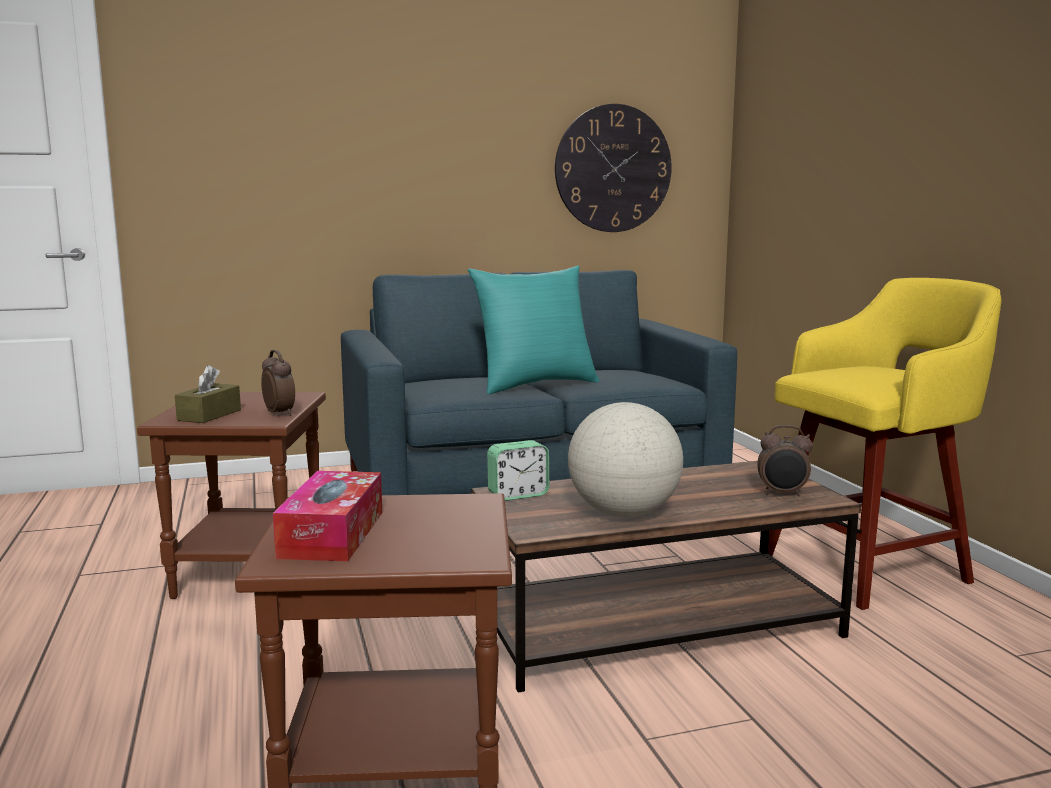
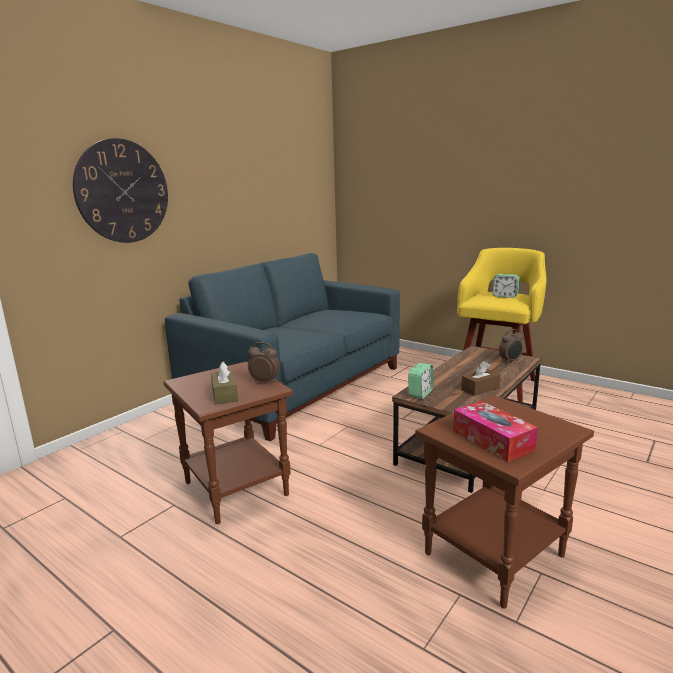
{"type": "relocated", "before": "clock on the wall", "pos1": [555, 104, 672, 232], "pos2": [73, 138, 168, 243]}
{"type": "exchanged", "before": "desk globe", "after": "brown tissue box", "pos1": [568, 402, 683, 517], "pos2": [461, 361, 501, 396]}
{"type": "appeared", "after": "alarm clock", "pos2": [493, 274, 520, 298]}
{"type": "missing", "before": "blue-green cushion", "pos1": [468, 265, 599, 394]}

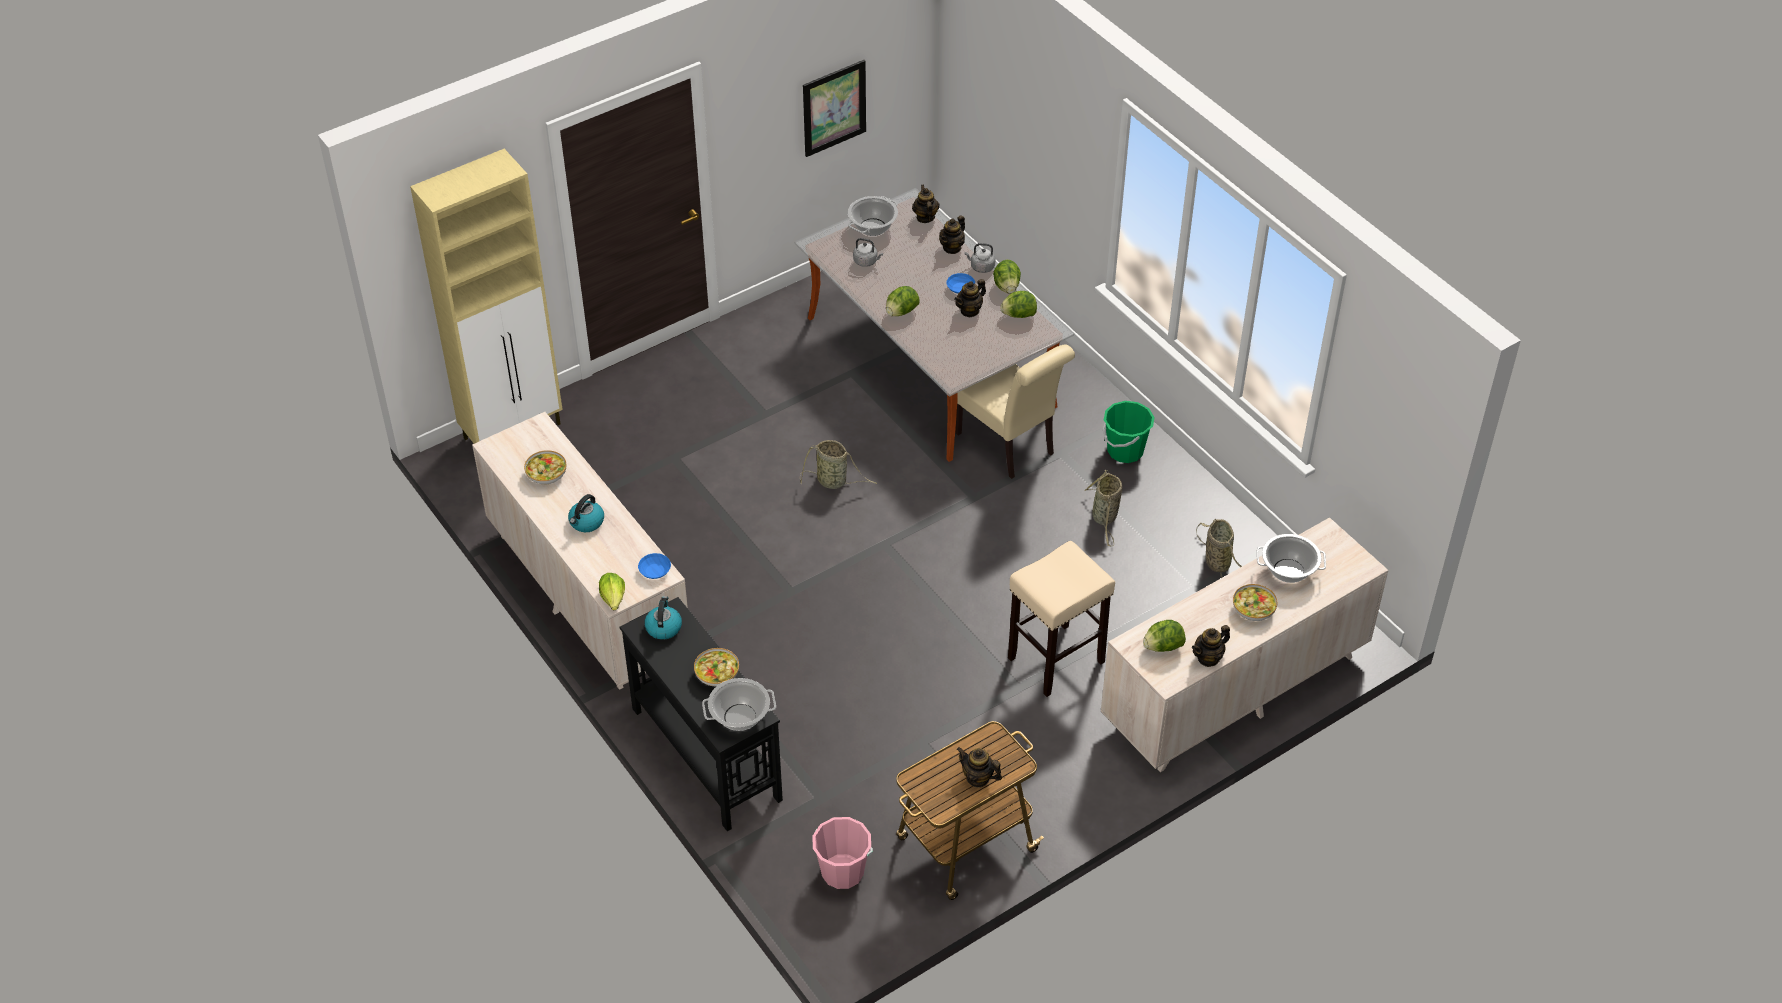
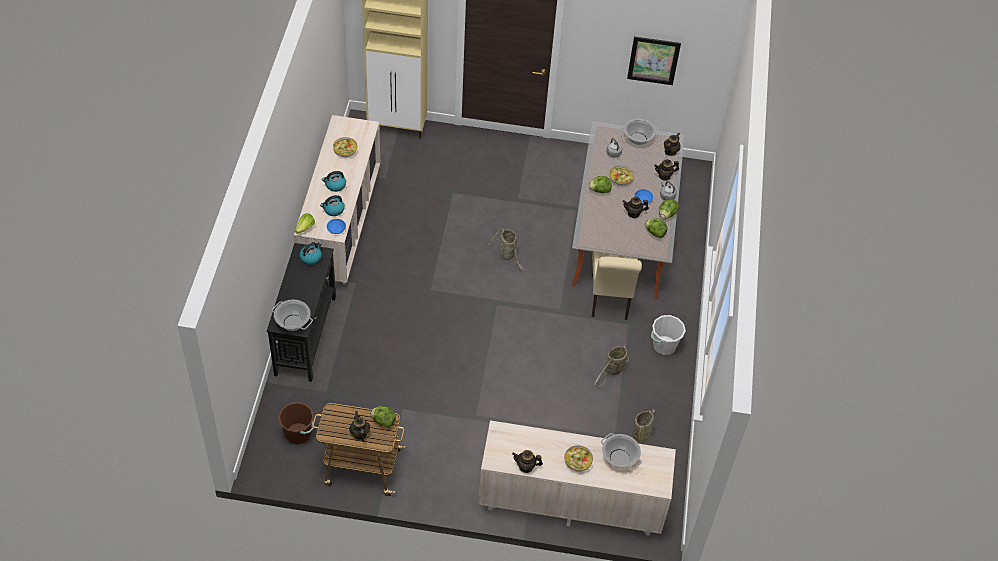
{"type": "colour", "before": "pinkish pail", "after": "brown pail", "pos1": [813, 817, 873, 889], "pos2": [278, 402, 314, 444]}
{"type": "appeared", "after": "tea kettle", "pos2": [320, 195, 345, 216]}
{"type": "relocated", "before": "head of lettuce", "pos1": [1143, 620, 1186, 652], "pos2": [370, 406, 396, 428]}
{"type": "relocated", "before": "serving bowl", "pos1": [694, 648, 739, 686], "pos2": [610, 165, 634, 185]}
{"type": "colour", "before": "greenish pail", "after": "white pail", "pos1": [1103, 401, 1154, 463], "pos2": [651, 315, 686, 355]}
{"type": "missing", "before": "beige stool", "pos1": [1008, 541, 1115, 697]}

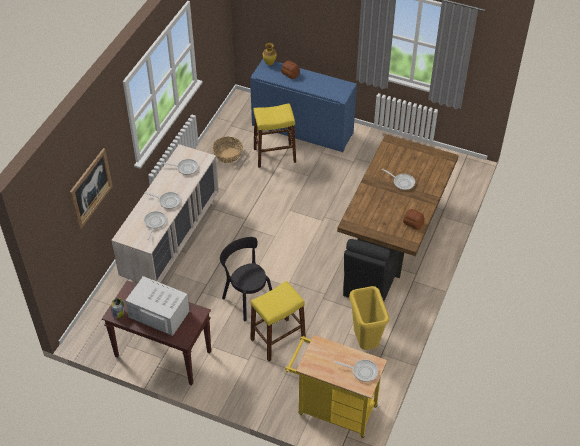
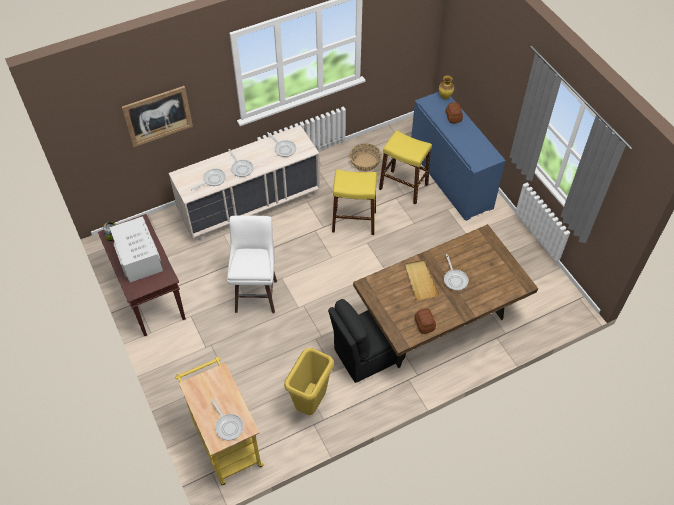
{"type": "exchanged", "before": "black-coloured chair", "after": "white stool", "pos1": [220, 237, 272, 321], "pos2": [227, 215, 277, 313]}
{"type": "relocated", "before": "yellow stool", "pos1": [250, 281, 306, 361], "pos2": [332, 169, 377, 235]}
{"type": "appeared", "after": "beige tray", "pos2": [405, 259, 439, 300]}

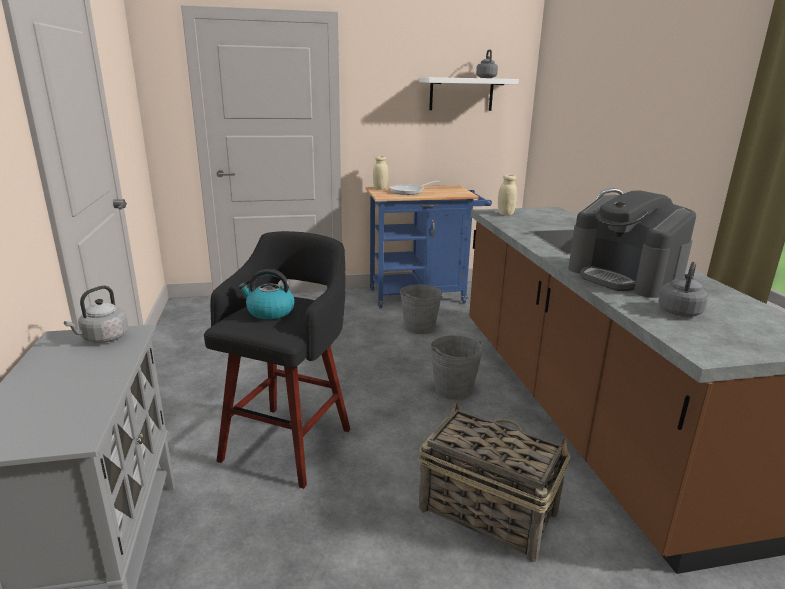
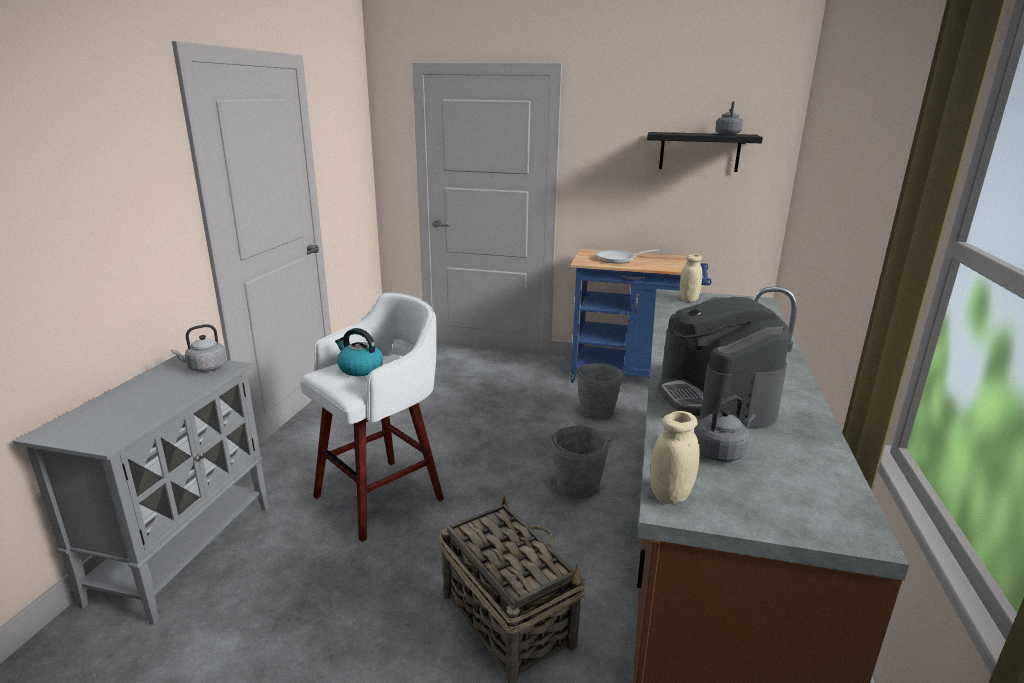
{"type": "colour", "before": "black-coloured stool", "after": "white stool", "pos1": [204, 231, 350, 489], "pos2": [300, 293, 444, 542]}
{"type": "colour", "before": "white shelf", "after": "black-coloured shelf", "pos1": [419, 77, 519, 111], "pos2": [647, 132, 763, 172]}
{"type": "relocated", "before": "beige jar", "pos1": [373, 156, 389, 190], "pos2": [650, 411, 699, 504]}

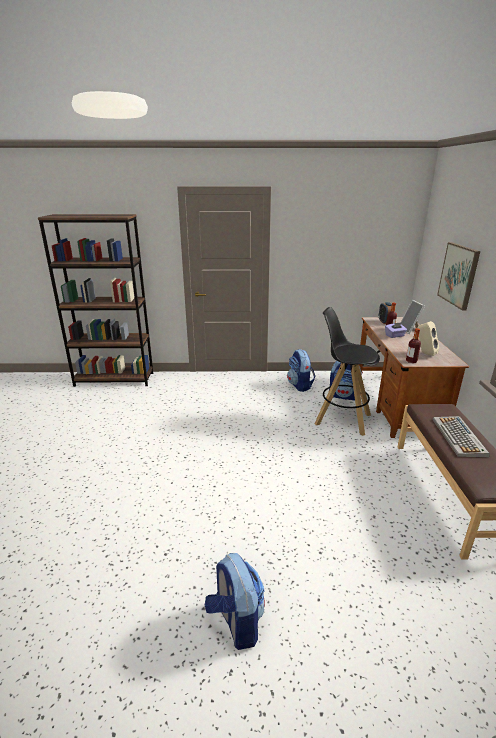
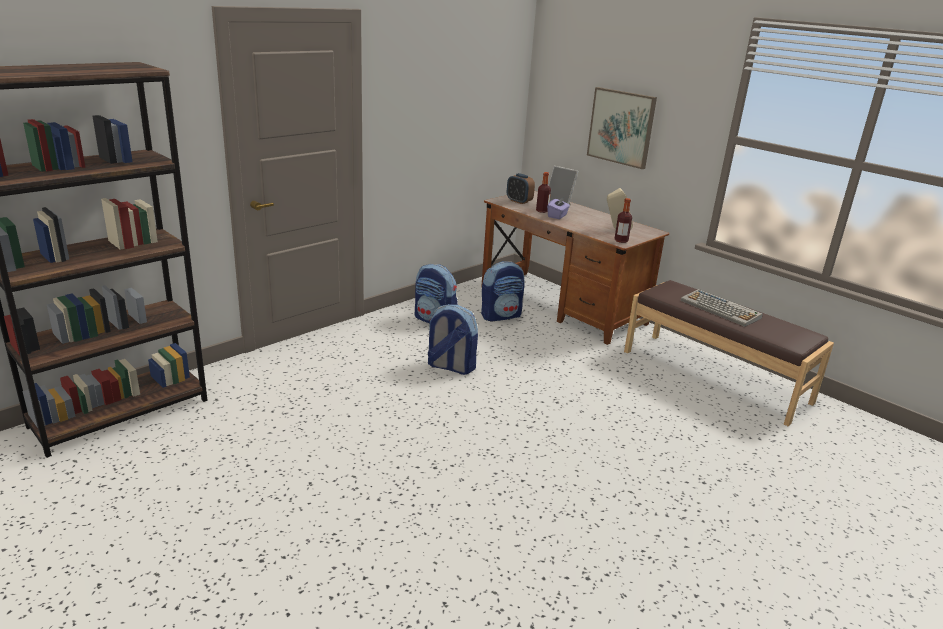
{"type": "relocated", "before": "rucksack", "pos1": [205, 553, 265, 650], "pos2": [428, 304, 478, 375]}
{"type": "missing", "before": "black-coloured stool", "pos1": [314, 307, 380, 436]}

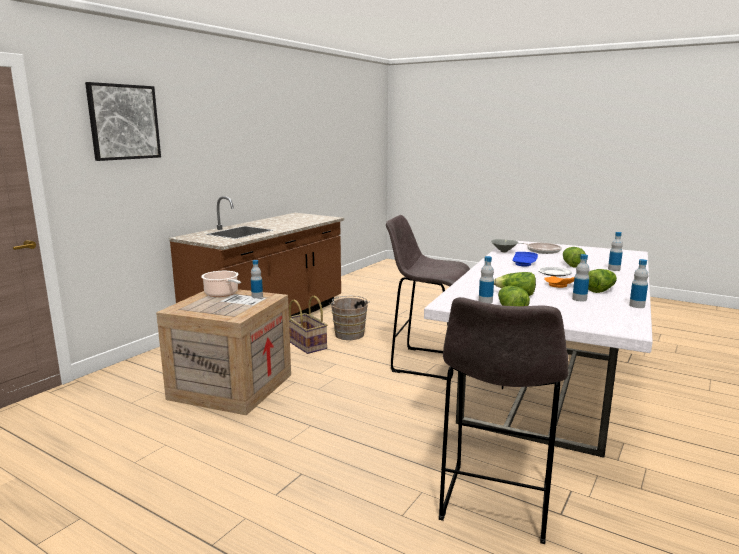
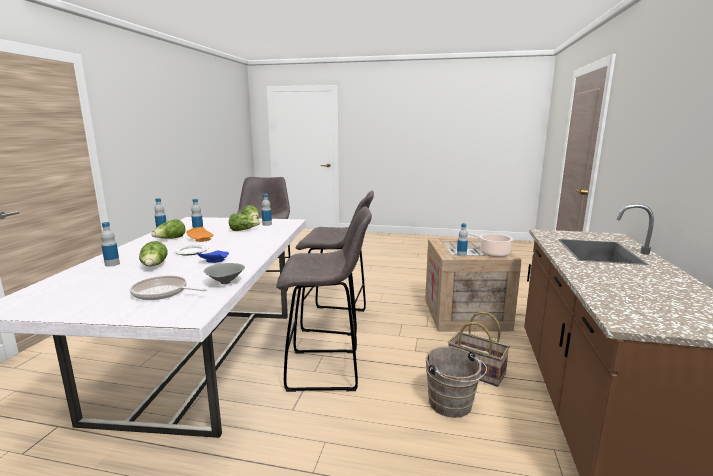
{"type": "appeared", "after": "greyish stool", "pos2": [296, 190, 374, 336]}
{"type": "missing", "before": "picture", "pos1": [85, 82, 161, 161]}

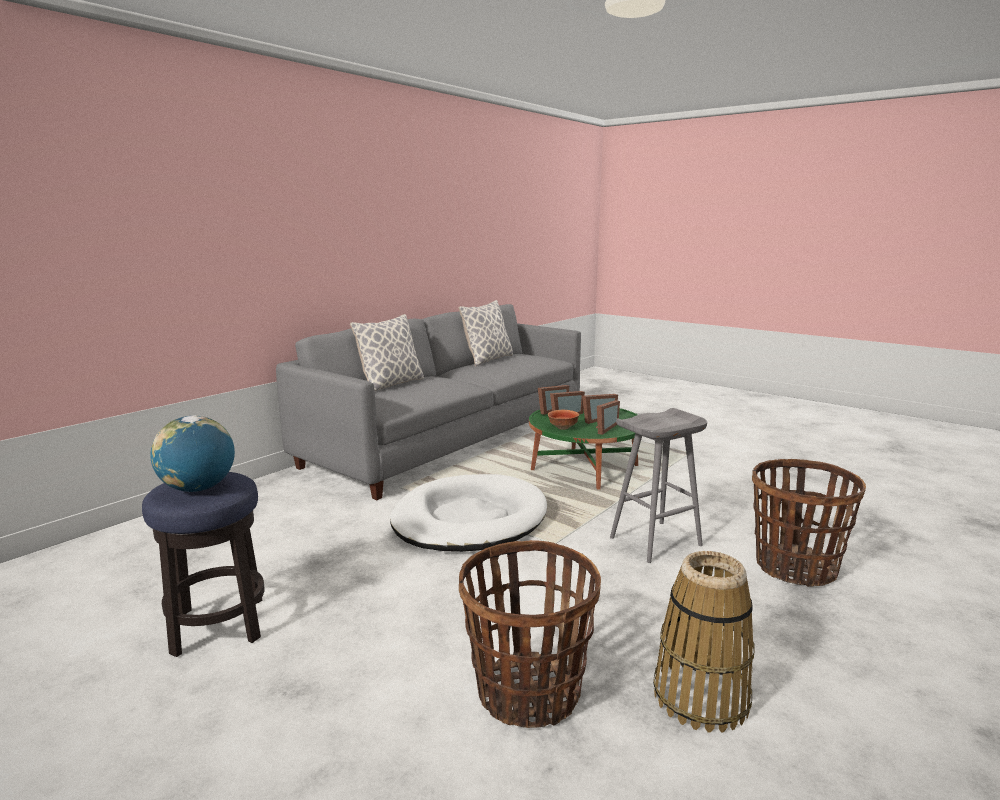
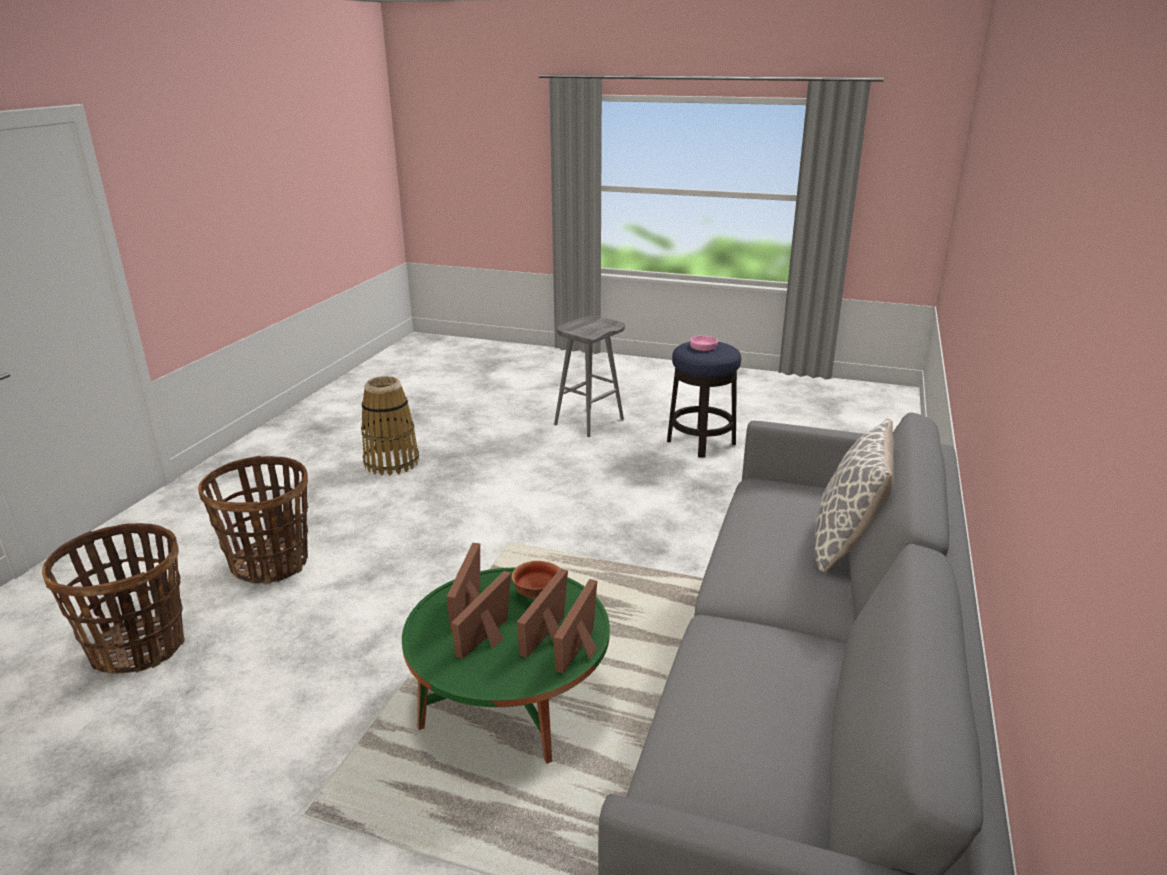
{"type": "relocated", "before": "basket", "pos1": [459, 540, 601, 728], "pos2": [42, 523, 185, 674]}
{"type": "relocated", "before": "greyish stool", "pos1": [610, 408, 707, 563], "pos2": [554, 316, 625, 437]}
{"type": "exchanged", "before": "desk globe", "after": "pinkish serving bowl", "pos1": [150, 415, 235, 492], "pos2": [690, 335, 718, 351]}
{"type": "missing", "before": "white dog bed", "pos1": [390, 474, 547, 552]}
{"type": "missing", "before": "cushion", "pos1": [458, 300, 513, 366]}

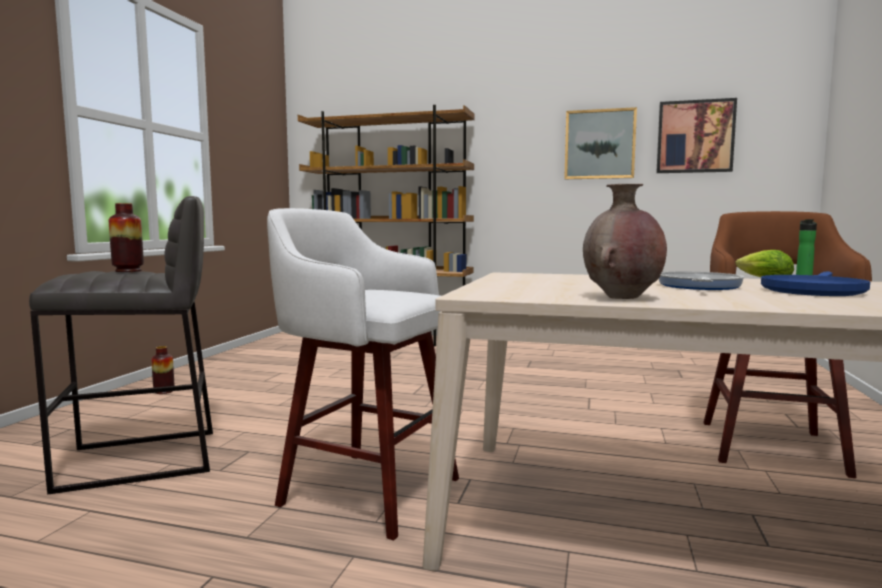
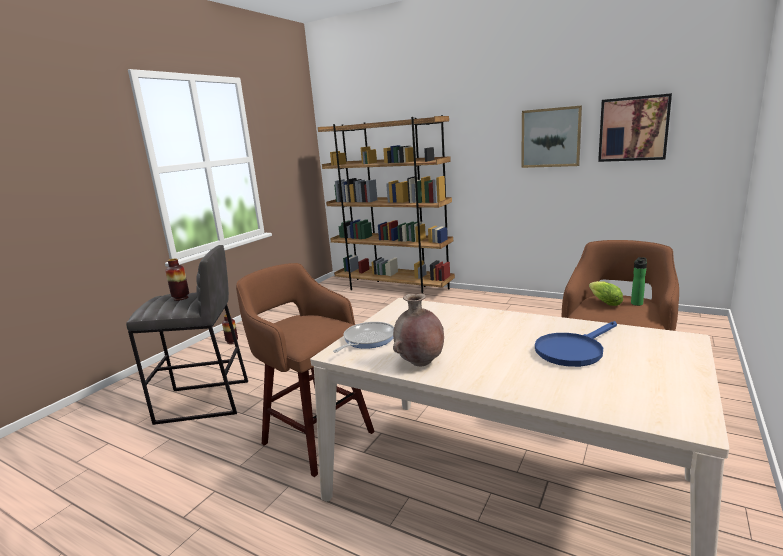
{"type": "colour", "before": "white stool", "after": "brown stool", "pos1": [267, 208, 459, 540], "pos2": [236, 263, 375, 477]}
{"type": "relocated", "before": "frying pan", "pos1": [659, 271, 744, 290], "pos2": [333, 322, 394, 353]}

